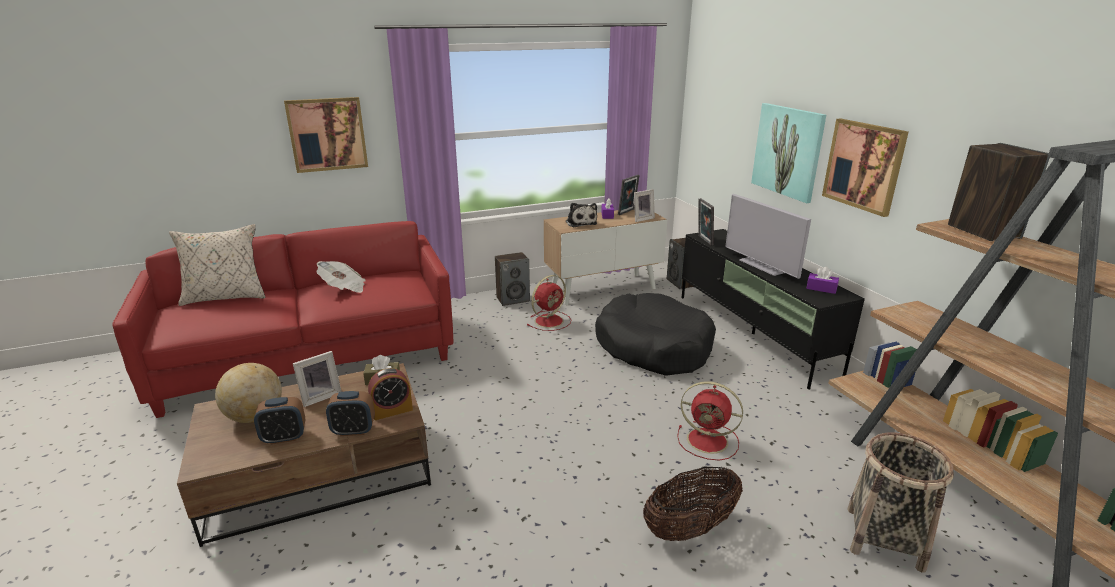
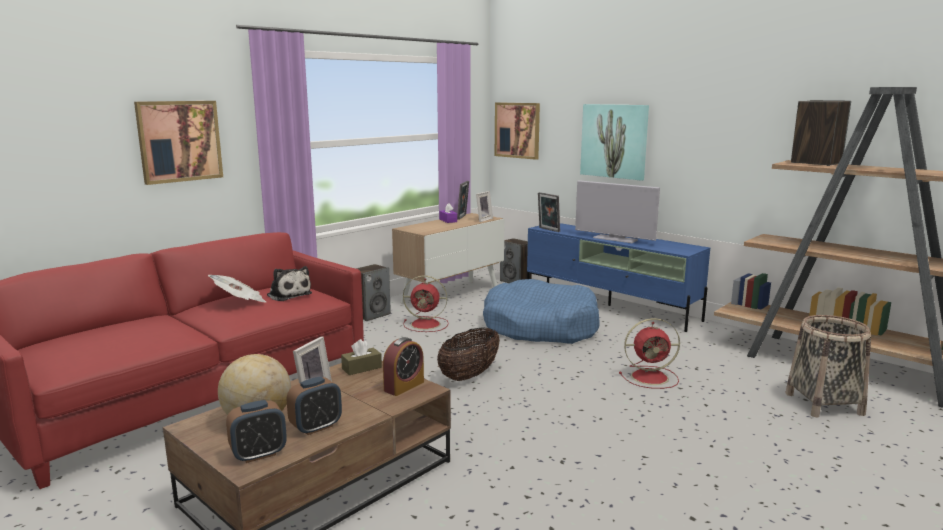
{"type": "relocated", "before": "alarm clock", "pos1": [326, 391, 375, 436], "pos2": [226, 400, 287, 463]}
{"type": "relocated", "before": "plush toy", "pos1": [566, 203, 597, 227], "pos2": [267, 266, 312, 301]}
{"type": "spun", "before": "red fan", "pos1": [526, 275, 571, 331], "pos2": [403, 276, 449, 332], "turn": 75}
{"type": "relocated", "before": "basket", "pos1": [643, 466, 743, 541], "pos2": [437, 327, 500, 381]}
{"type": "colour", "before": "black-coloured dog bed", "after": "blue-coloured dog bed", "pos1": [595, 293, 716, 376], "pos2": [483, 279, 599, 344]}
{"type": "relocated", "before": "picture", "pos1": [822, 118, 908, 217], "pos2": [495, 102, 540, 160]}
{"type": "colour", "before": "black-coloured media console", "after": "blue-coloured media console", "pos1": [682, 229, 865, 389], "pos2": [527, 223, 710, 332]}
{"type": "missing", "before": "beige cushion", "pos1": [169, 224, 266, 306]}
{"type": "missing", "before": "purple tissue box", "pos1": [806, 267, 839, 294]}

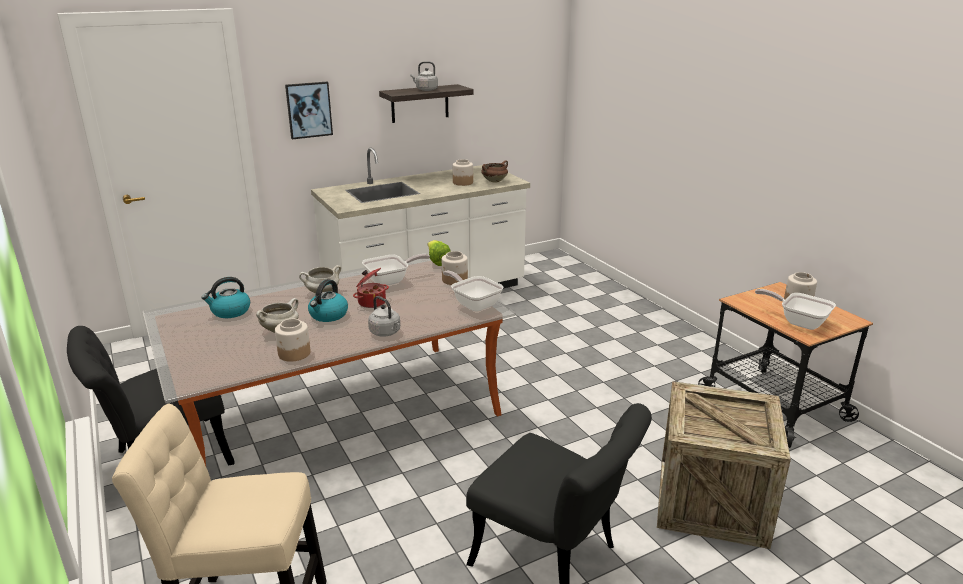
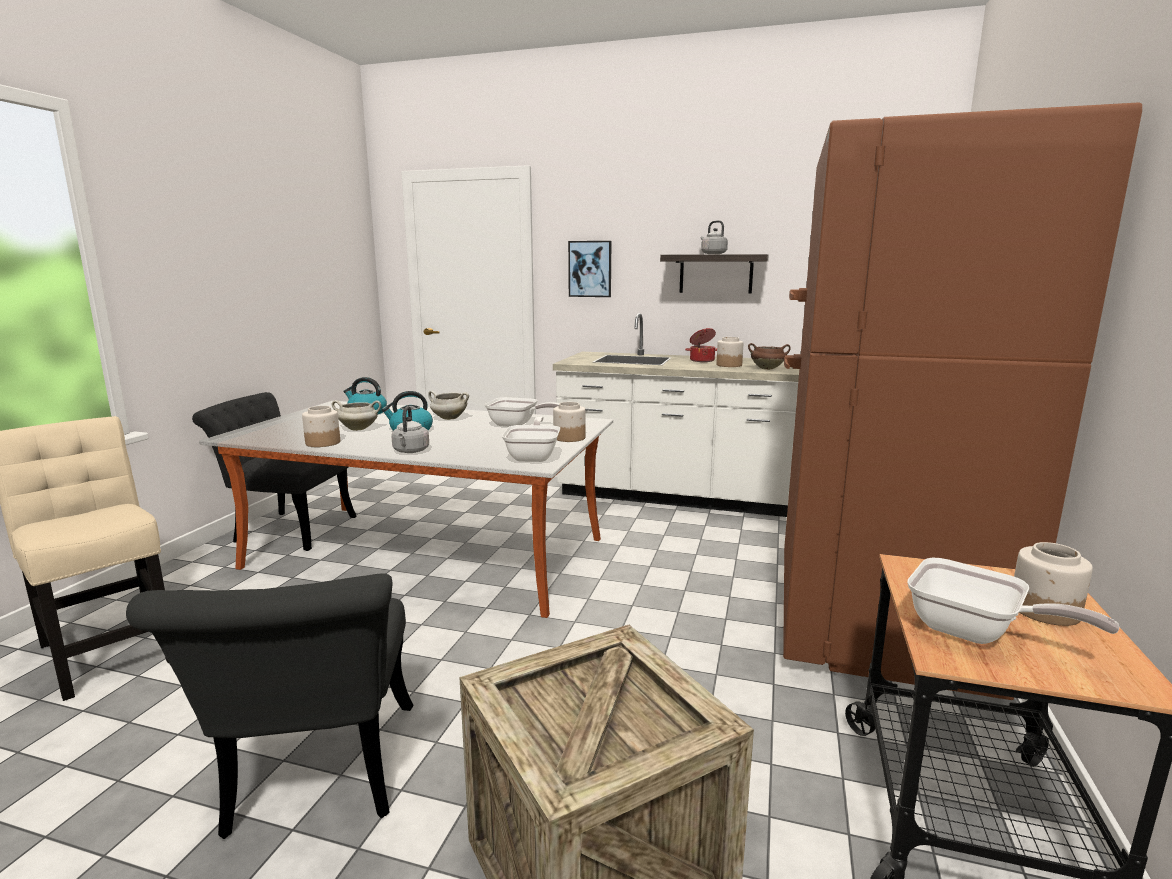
{"type": "relocated", "before": "stockpot", "pos1": [353, 268, 389, 308], "pos2": [685, 328, 717, 362]}
{"type": "appeared", "after": "brown kitchen fridge", "pos2": [783, 102, 1142, 700]}
{"type": "spun", "before": "frying pan", "pos1": [755, 289, 836, 330], "pos2": [907, 558, 1119, 644], "turn": 135}
{"type": "missing", "before": "head of lettuce", "pos1": [427, 240, 451, 266]}

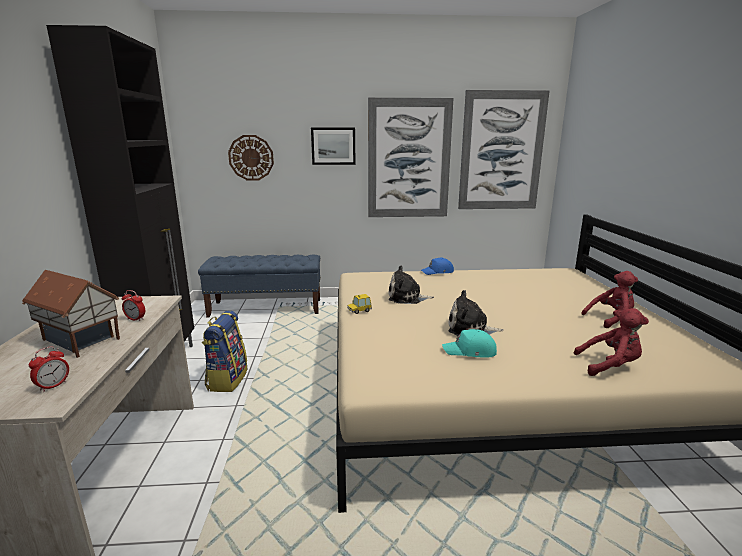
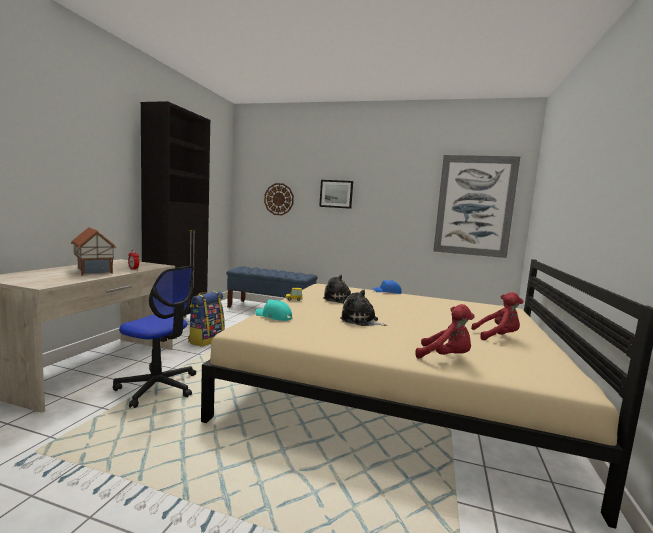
{"type": "appeared", "after": "office chair", "pos2": [113, 265, 196, 408]}
{"type": "relocated", "before": "blue-green cap", "pos1": [442, 329, 497, 357], "pos2": [255, 299, 292, 321]}
{"type": "missing", "before": "alarm clock", "pos1": [29, 346, 69, 392]}
{"type": "missing", "before": "picture", "pos1": [368, 97, 453, 217]}

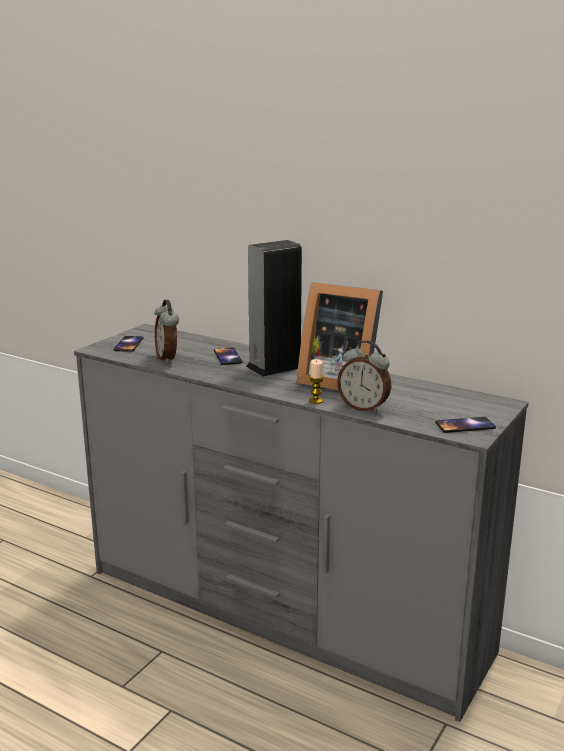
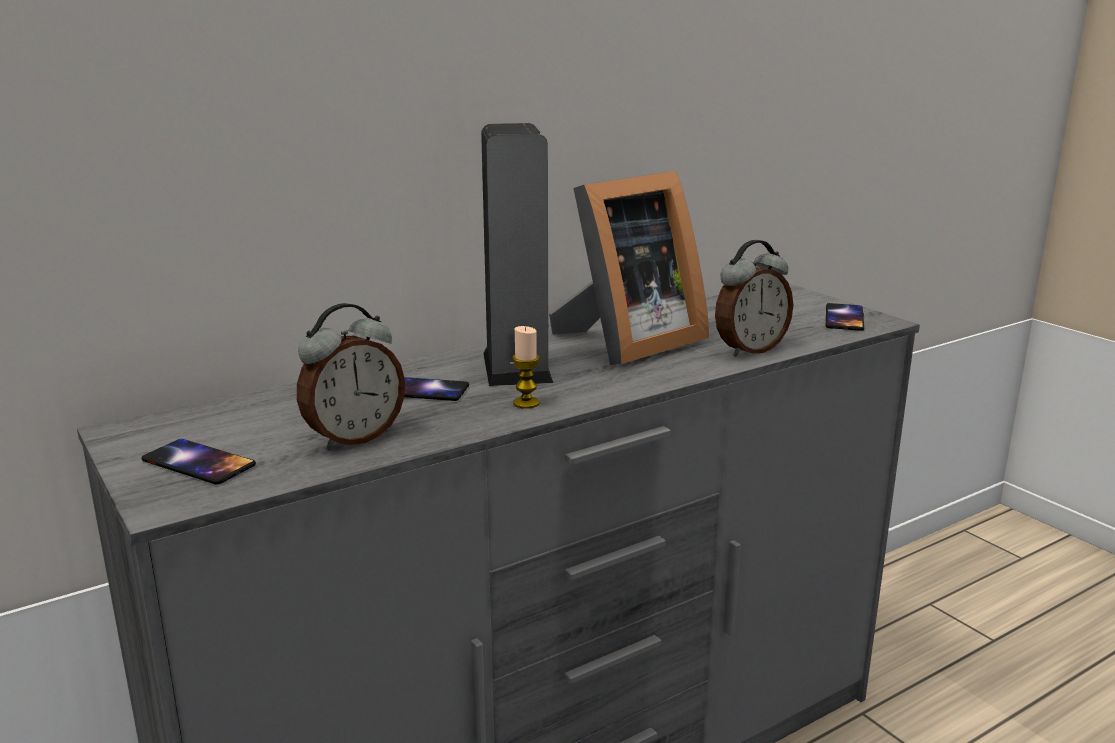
{"type": "spun", "before": "alarm clock", "pos1": [154, 300, 179, 363], "pos2": [297, 303, 405, 450], "turn": -45}
{"type": "relocated", "before": "wax candle", "pos1": [309, 359, 324, 404], "pos2": [512, 326, 540, 409]}

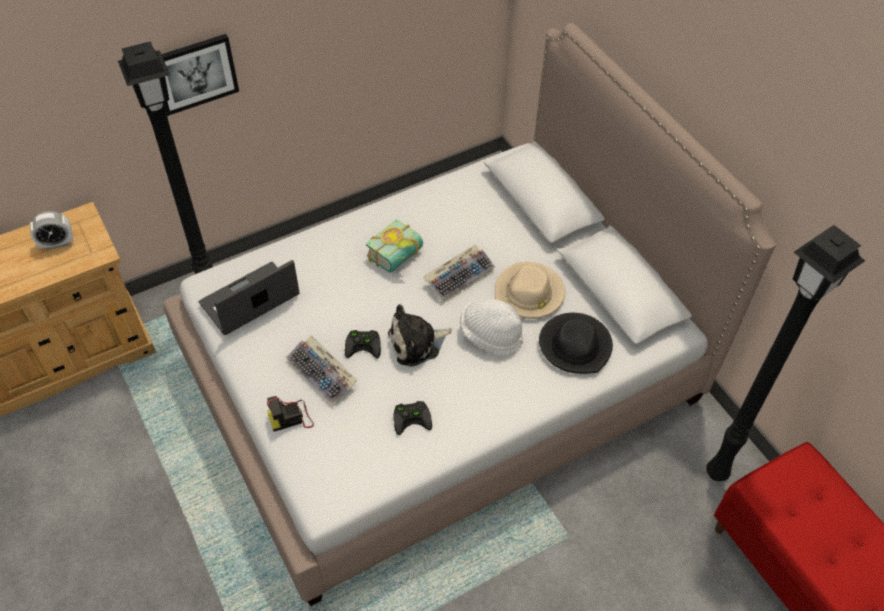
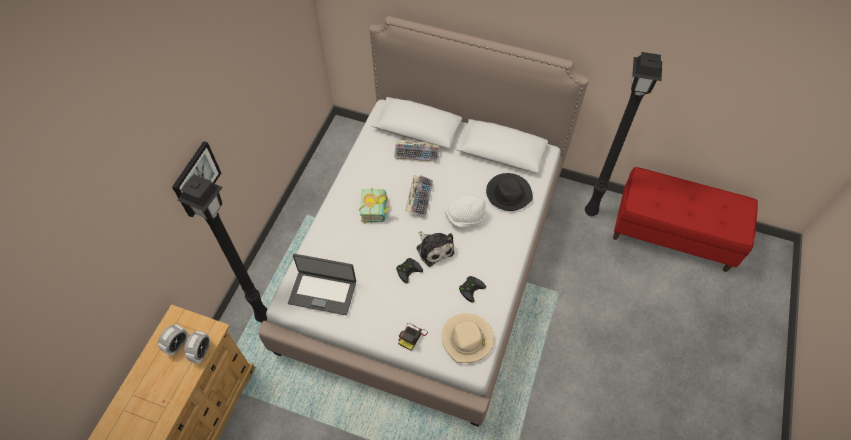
{"type": "appeared", "after": "alarm clock", "pos2": [184, 331, 211, 364]}
{"type": "spun", "before": "portable computer", "pos1": [199, 260, 300, 335], "pos2": [288, 254, 356, 315], "turn": -90}
{"type": "relocated", "before": "PC keyboard", "pos1": [286, 336, 357, 406], "pos2": [394, 140, 439, 163]}
{"type": "spun", "before": "plush toy", "pos1": [388, 304, 452, 367], "pos2": [416, 232, 454, 267], "turn": -60}
{"type": "relocated", "before": "beige clothing hat", "pos1": [495, 262, 565, 319], "pos2": [442, 313, 494, 363]}

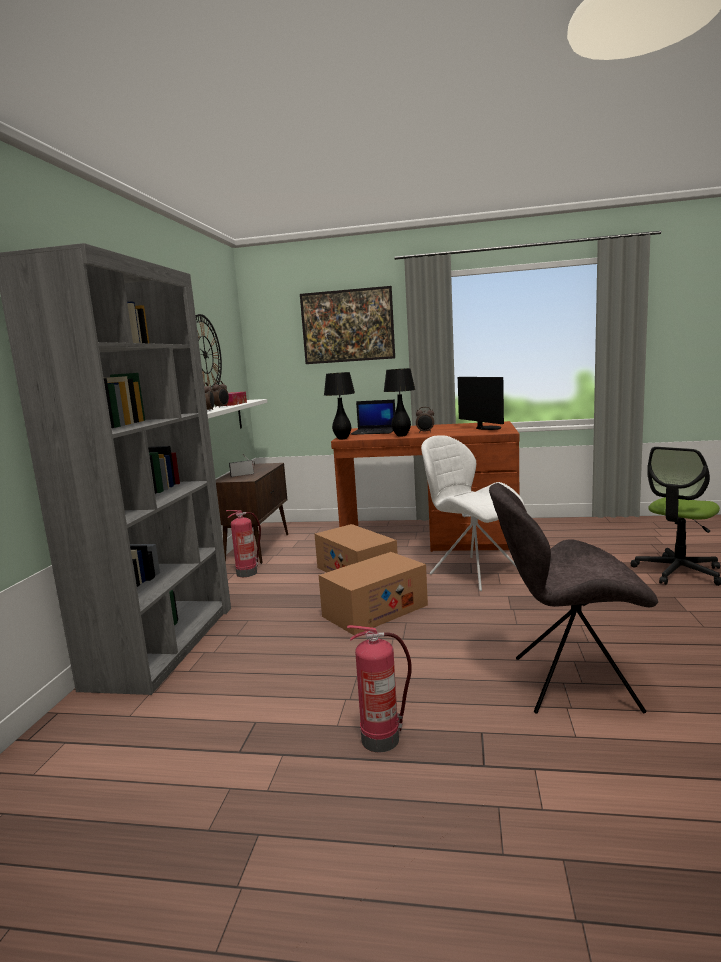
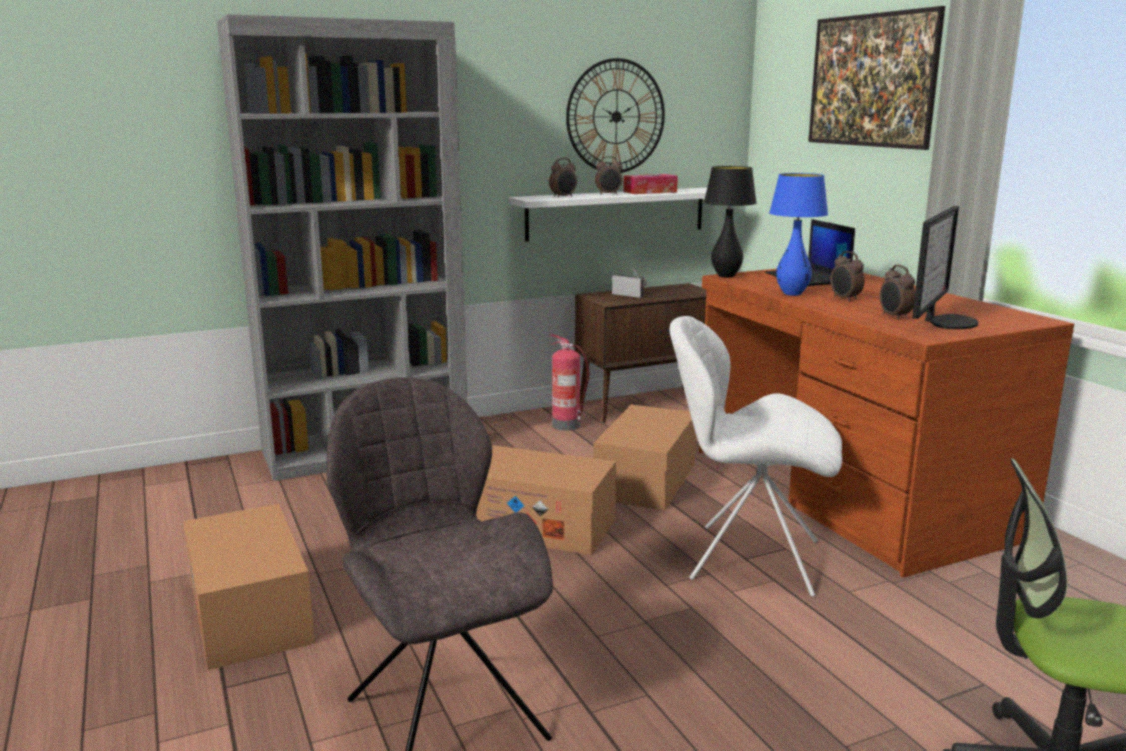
{"type": "exchanged", "before": "extinguisher", "after": "carton", "pos1": [347, 625, 412, 752], "pos2": [183, 504, 315, 670]}
{"type": "spun", "before": "white chair", "pos1": [421, 436, 524, 591], "pos2": [669, 316, 842, 597], "turn": -90}
{"type": "colour", "before": "black-coloured tabletop lamp", "after": "blue-coloured tabletop lamp", "pos1": [384, 368, 415, 437], "pos2": [769, 173, 828, 296]}
{"type": "appeared", "after": "alarm clock", "pos2": [880, 265, 915, 320]}

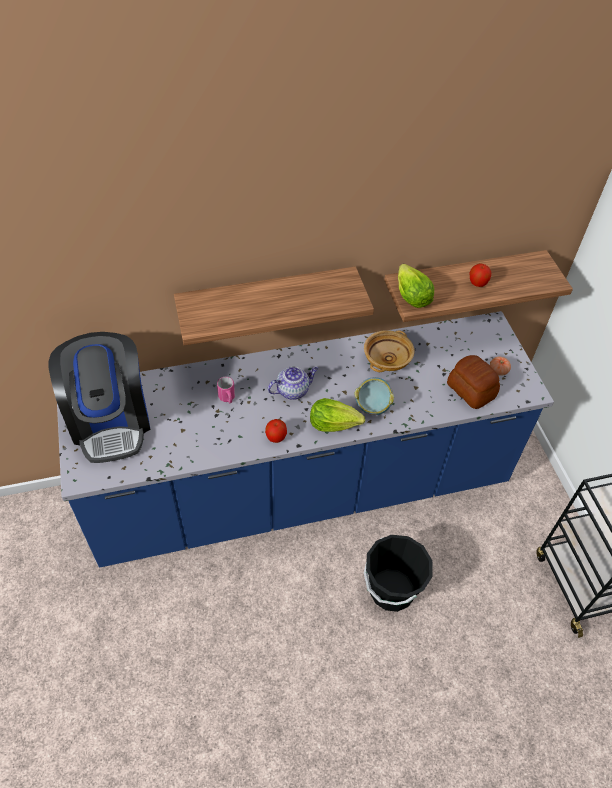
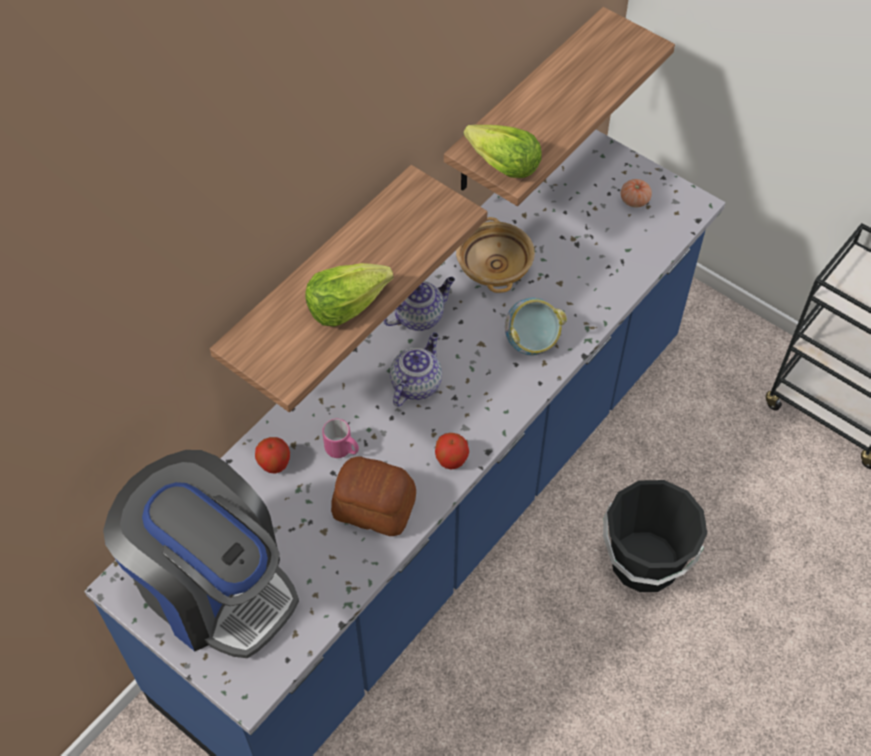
{"type": "relocated", "before": "apple", "pos1": [470, 264, 491, 287], "pos2": [255, 437, 290, 474]}
{"type": "relocated", "before": "head of lettuce", "pos1": [310, 398, 365, 432], "pos2": [306, 263, 394, 327]}
{"type": "relocated", "before": "bread", "pos1": [447, 355, 500, 409], "pos2": [331, 456, 416, 536]}
{"type": "appeared", "after": "pot for tea", "pos2": [383, 277, 455, 331]}

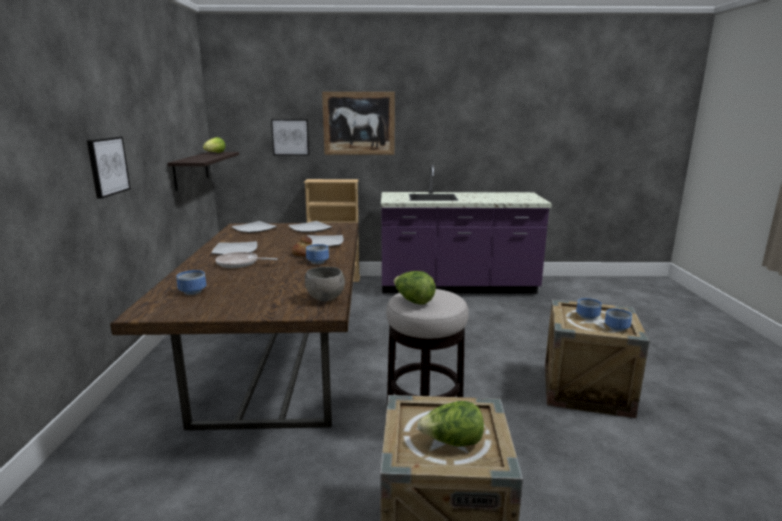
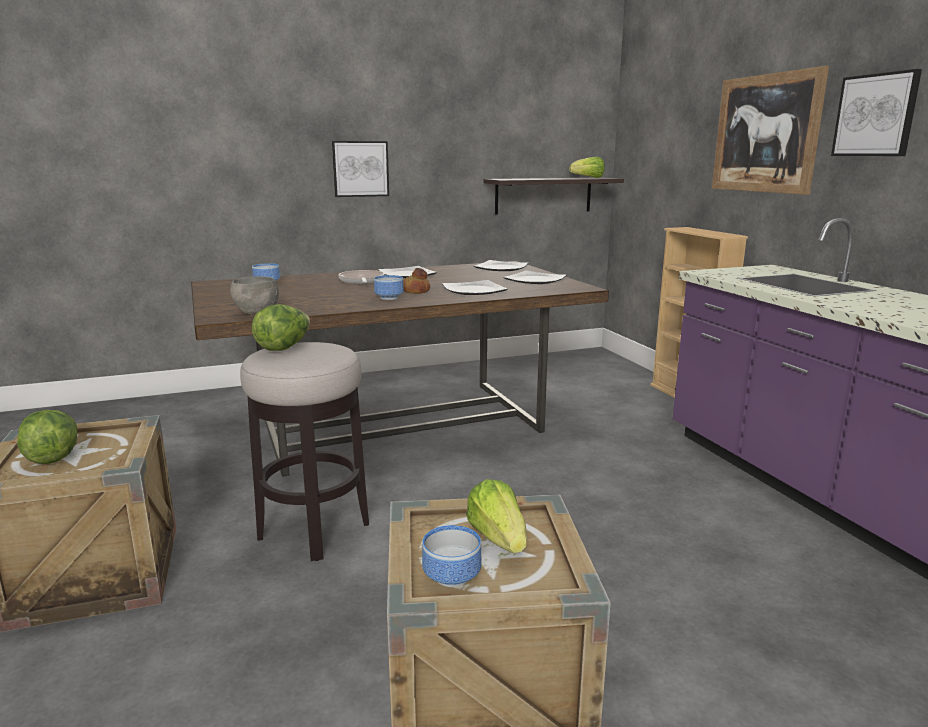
{"type": "exchanged", "before": "serving bowl", "after": "head of lettuce", "pos1": [576, 298, 602, 320], "pos2": [466, 479, 527, 553]}
{"type": "relocated", "before": "picture", "pos1": [271, 119, 310, 155], "pos2": [831, 69, 922, 156]}

